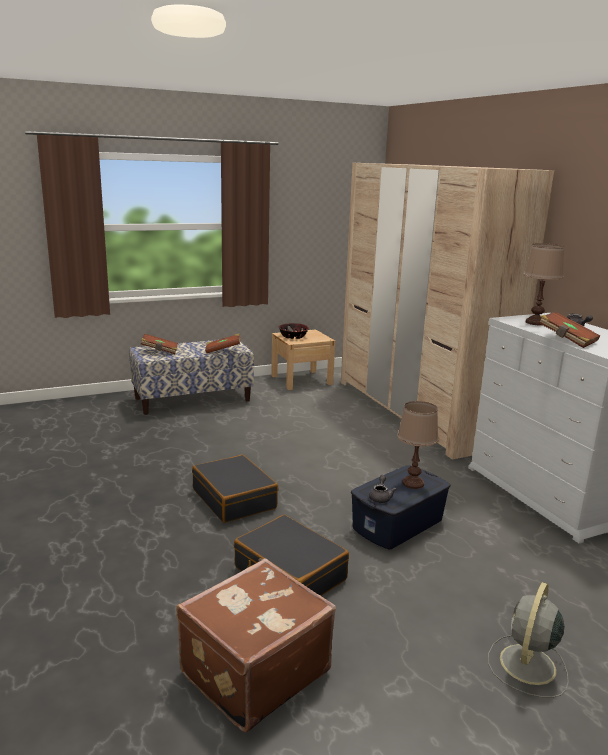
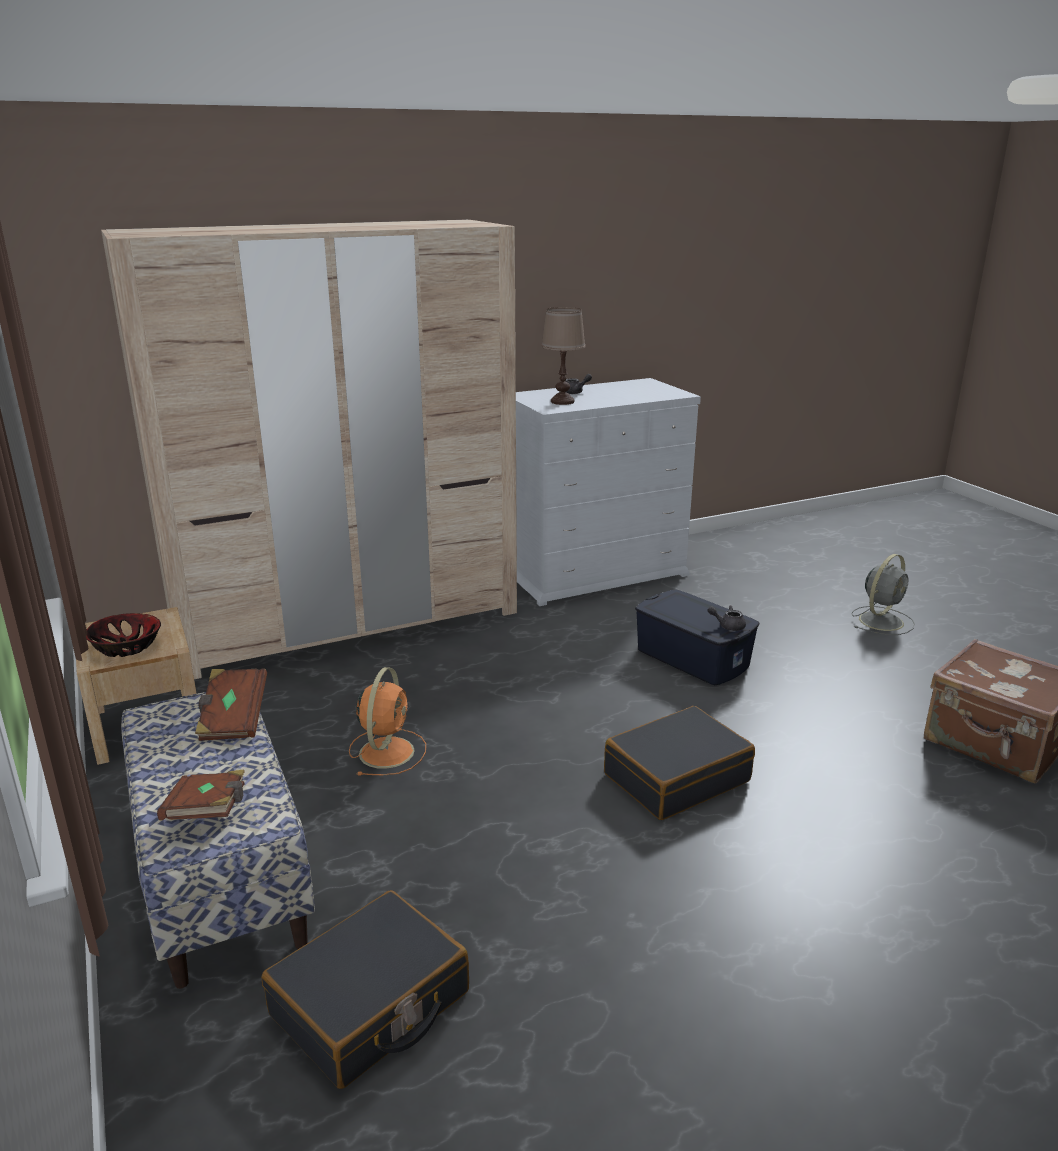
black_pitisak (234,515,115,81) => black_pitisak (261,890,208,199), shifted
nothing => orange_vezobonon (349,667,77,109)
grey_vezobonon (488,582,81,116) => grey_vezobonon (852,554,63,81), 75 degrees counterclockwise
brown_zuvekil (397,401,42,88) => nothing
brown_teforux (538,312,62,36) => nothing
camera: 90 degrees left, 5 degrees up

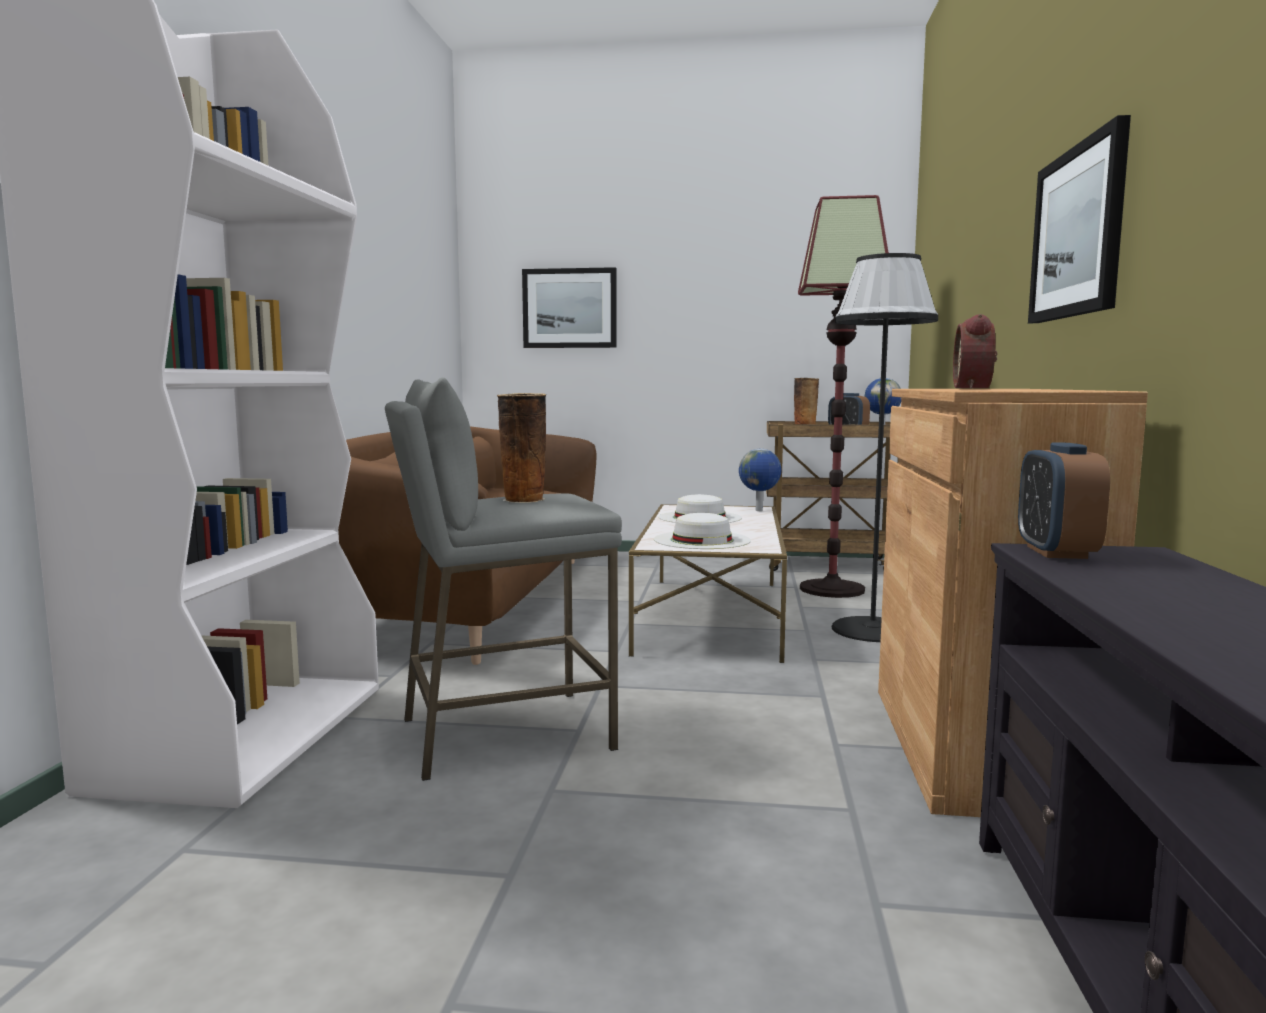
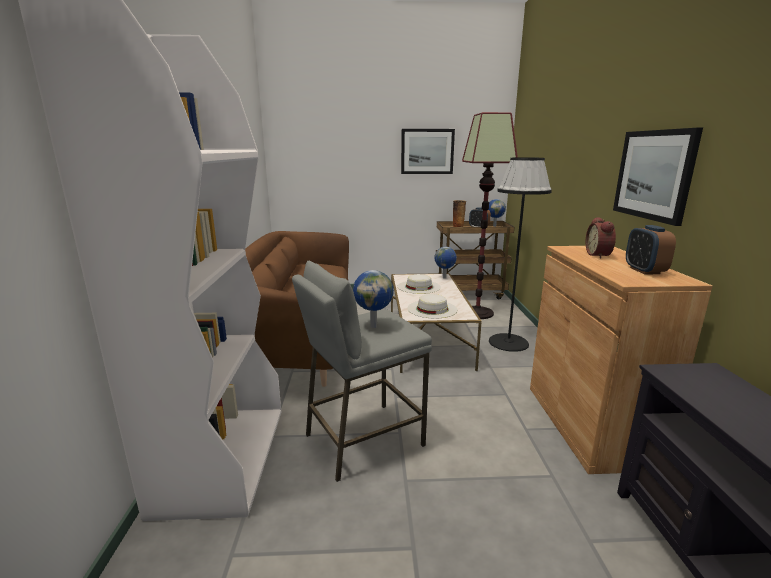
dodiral (497,393,49,110) => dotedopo (353,270,41,58)
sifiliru (522,267,95,81) => sifiliru (401,129,54,45), shifted
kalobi (1018,443,92,116) => kalobi (626,225,50,49), shifted
camera: 10 degrees left, 10 degrees up

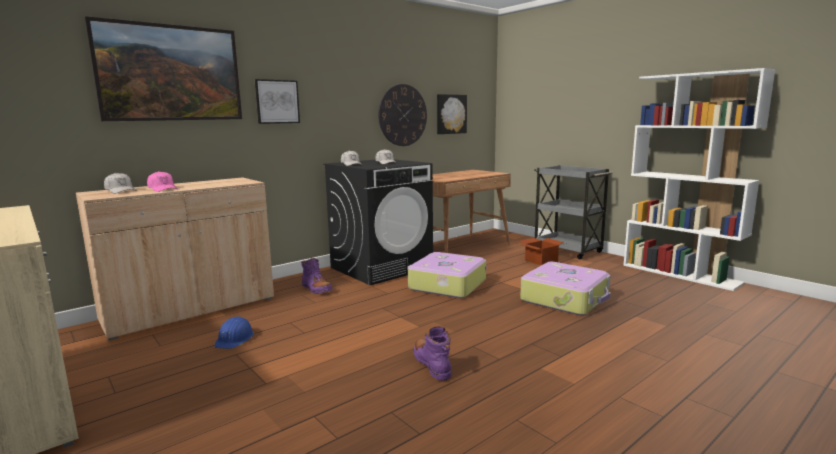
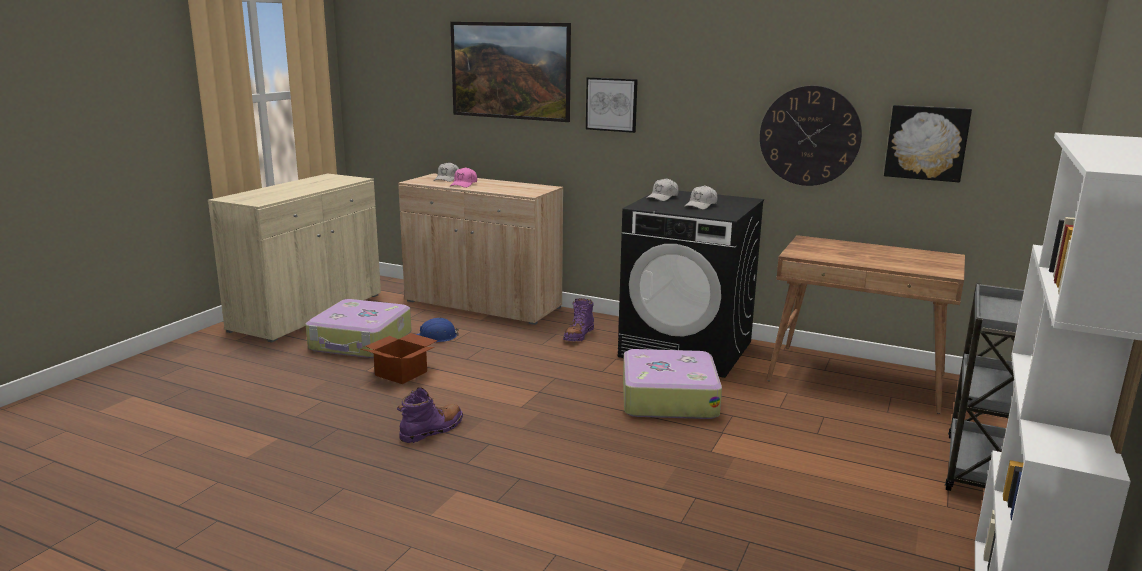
pitisak (520,262,91,53) => pitisak (306,299,105,59), shifted
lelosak (518,238,49,27) => lelosak (361,333,77,51), shifted
camera: 65 degrees right, 5 degrees up

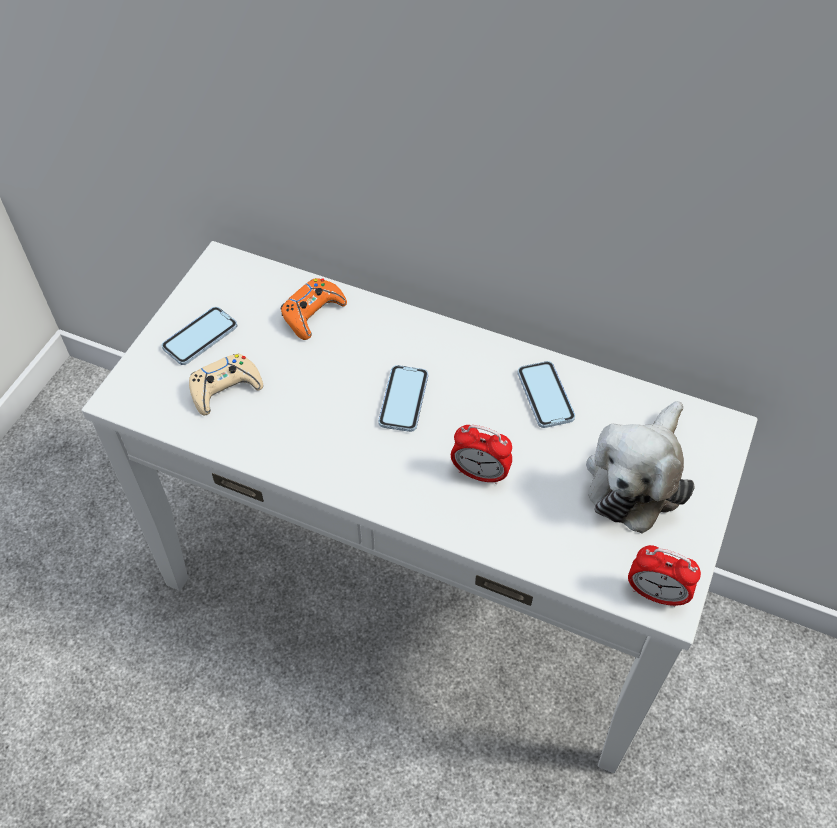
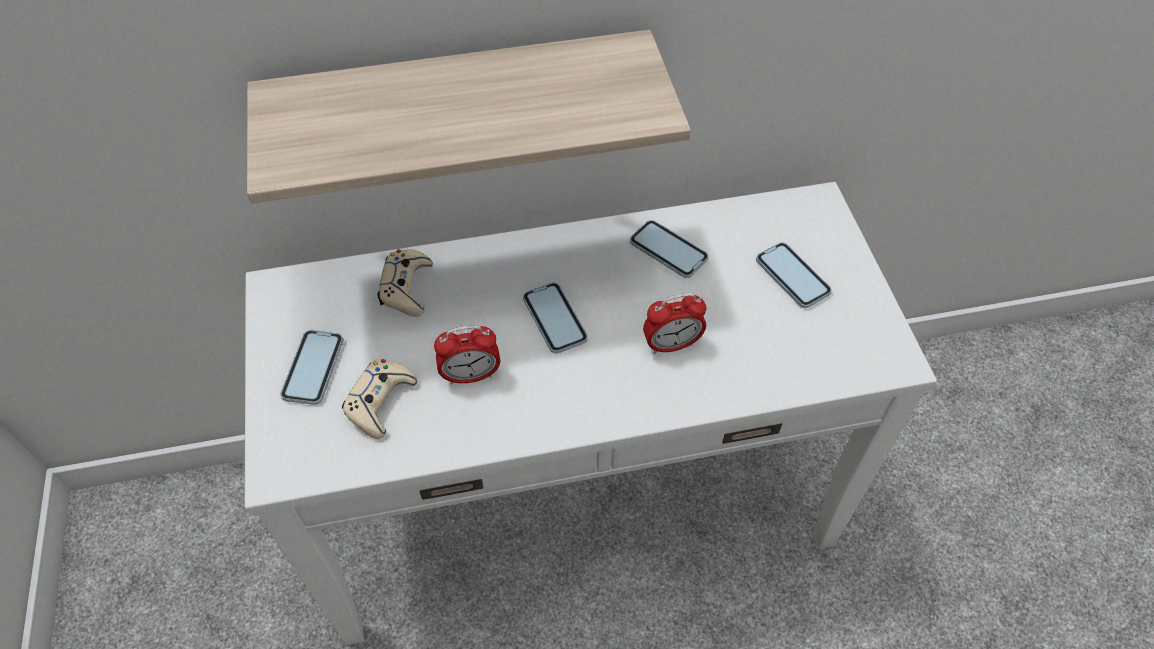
nothing => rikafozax (247,30,444,173)
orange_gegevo (281,278,66,62) => beige_gegevo (378,249,55,68)
kalobi (628,545,73,62) => kalobi (434,326,66,59), shifted
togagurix (586,401,108,132) => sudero (756,242,76,66)
camera: 35 degrees left, 0 degrees up

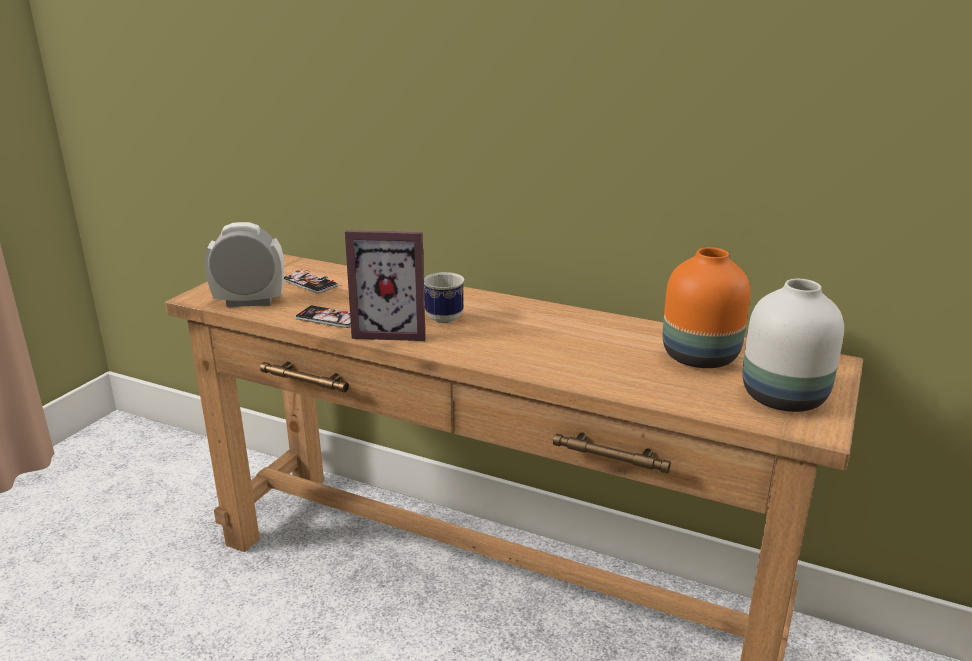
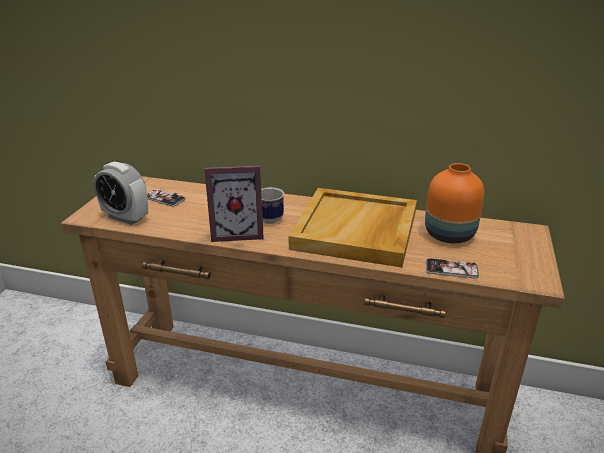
kalobi (204,222,80,85) => kalobi (94,162,54,63), 135 degrees counterclockwise
nothing => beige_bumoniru (289,188,128,80)
sudero (295,305,56,23) => sudero (426,258,53,21), shifted
white_dodiral (743,279,101,133) => nothing
camera: 10 degrees left, 5 degrees up

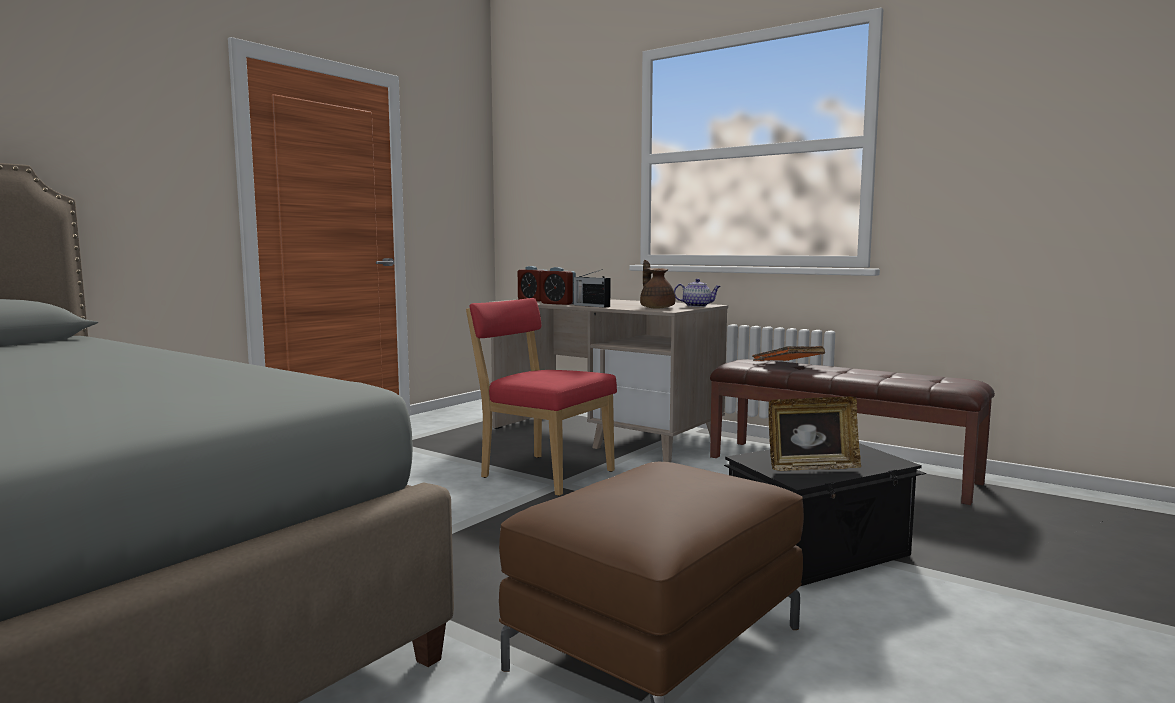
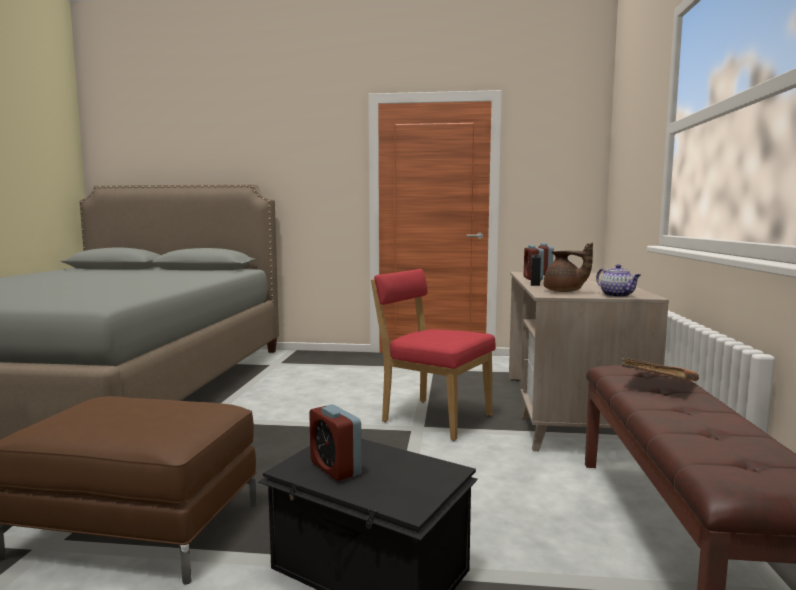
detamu (769,397,92,74) => kalobi (309,404,53,77)
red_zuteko (466,298,151,198) => red_zuteko (371,269,124,172), 60 degrees counterclockwise
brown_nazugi (640,260,35,49) => brown_nazugi (544,242,49,50), 90 degrees clockwise
camera: 60 degrees right, 0 degrees up

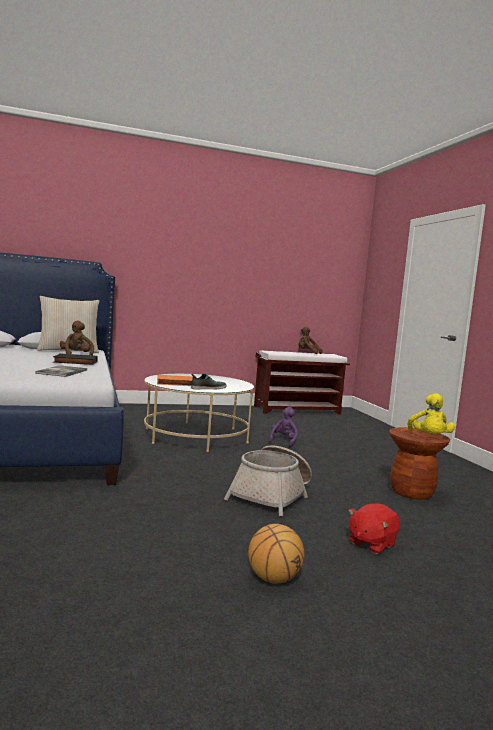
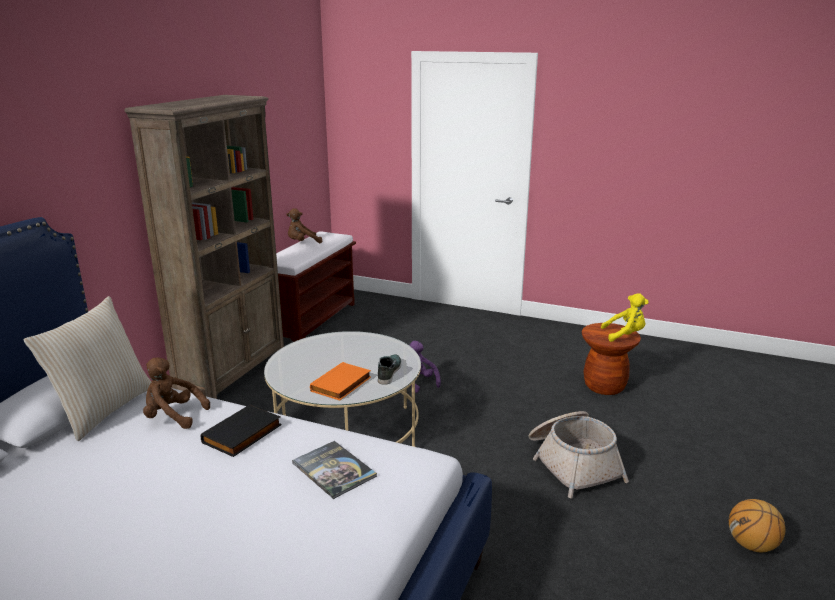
nothing => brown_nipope (124,95,160,304)
yellow_togagurix (407,393,48,41) => yellow_togagurix (601,293,48,49), 45 degrees counterclockwise
red_togagurix (348,504,52,50) => nothing
camera: 50 degrees left, 15 degrees up

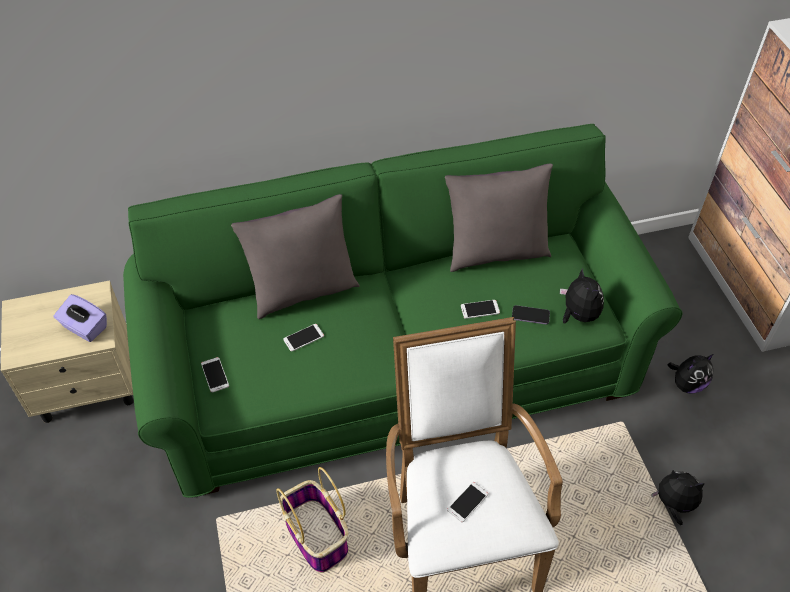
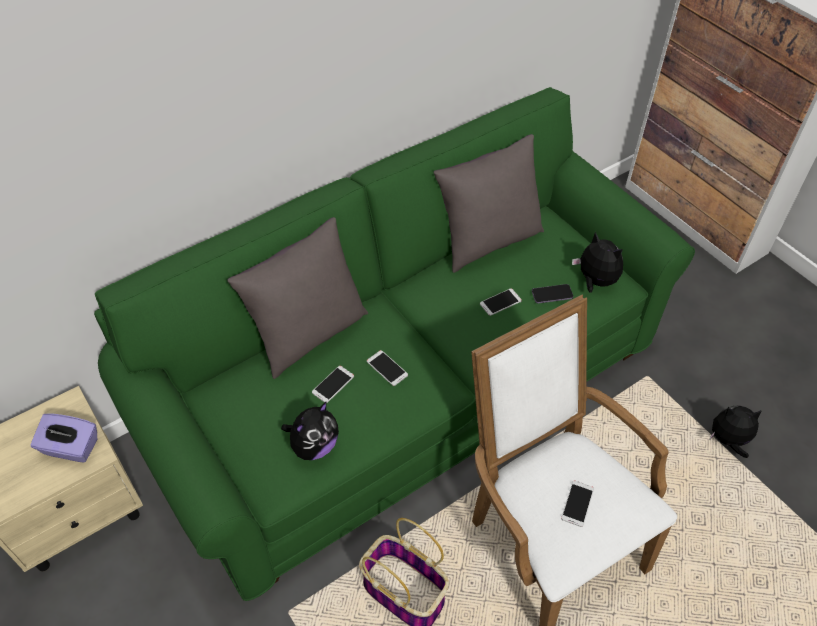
togagurix (667,354,47,39) => togagurix (281,402,58,58), shifted
sudero (201,357,28,36) => sudero (367,350,41,36), shifted
camera: 20 degrees left, 0 degrees up

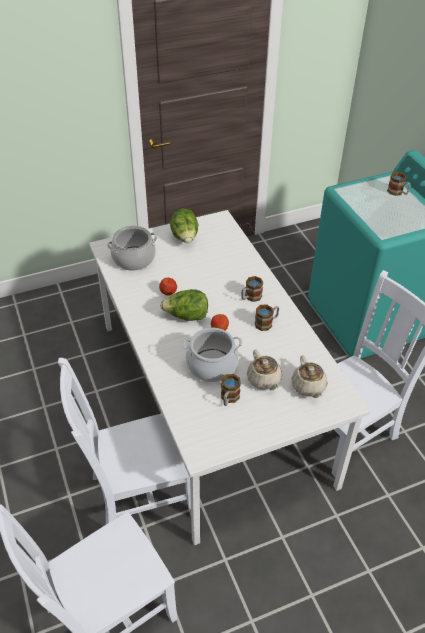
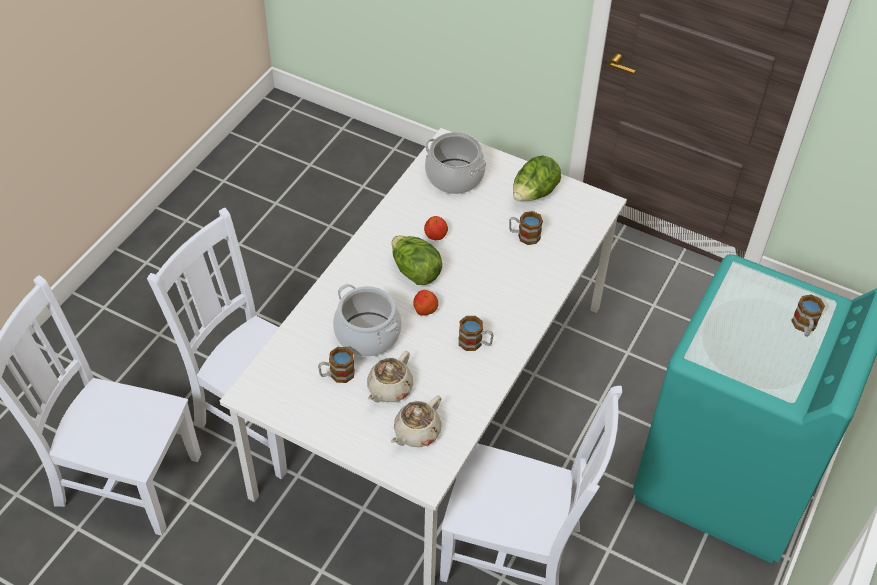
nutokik (241,276,22,26) => nutokik (509,211,34,34), shifted
camera: 50 degrees right, 5 degrees up

